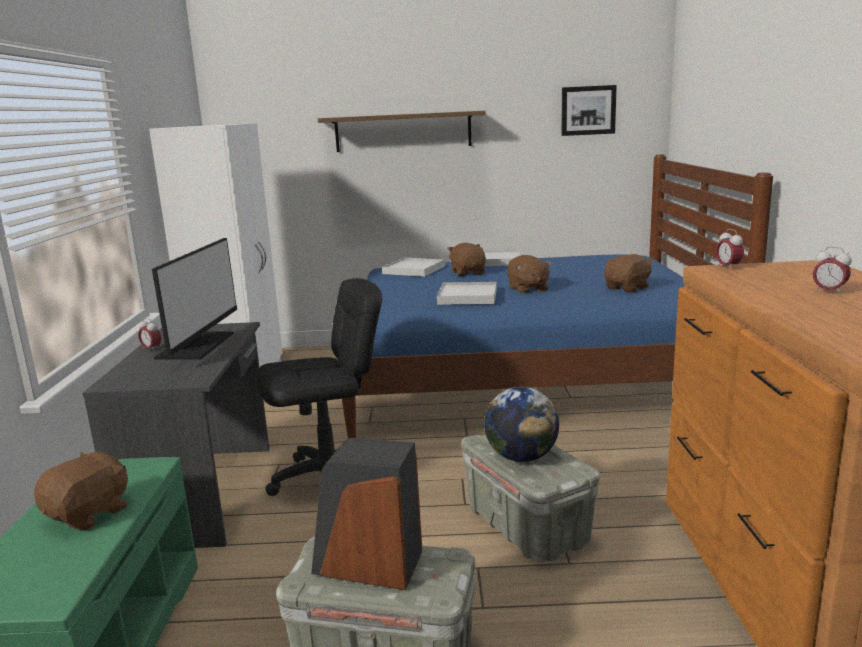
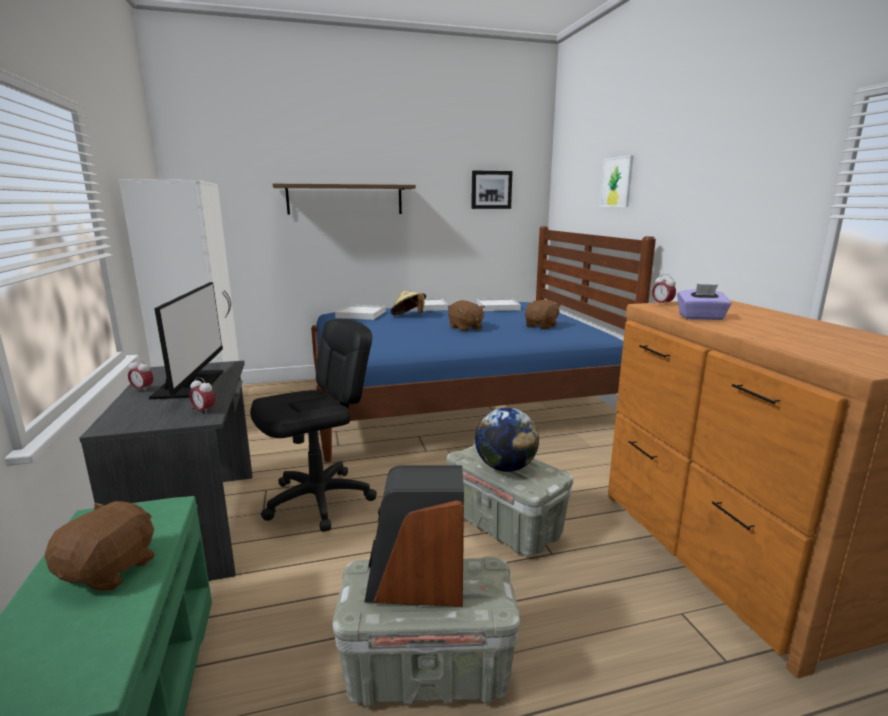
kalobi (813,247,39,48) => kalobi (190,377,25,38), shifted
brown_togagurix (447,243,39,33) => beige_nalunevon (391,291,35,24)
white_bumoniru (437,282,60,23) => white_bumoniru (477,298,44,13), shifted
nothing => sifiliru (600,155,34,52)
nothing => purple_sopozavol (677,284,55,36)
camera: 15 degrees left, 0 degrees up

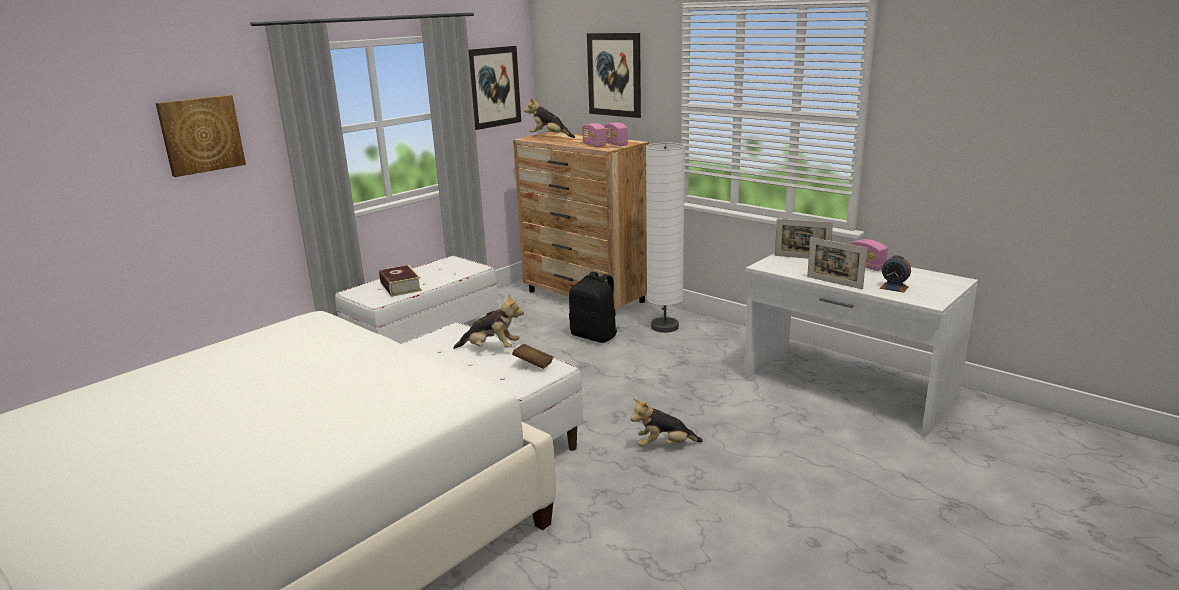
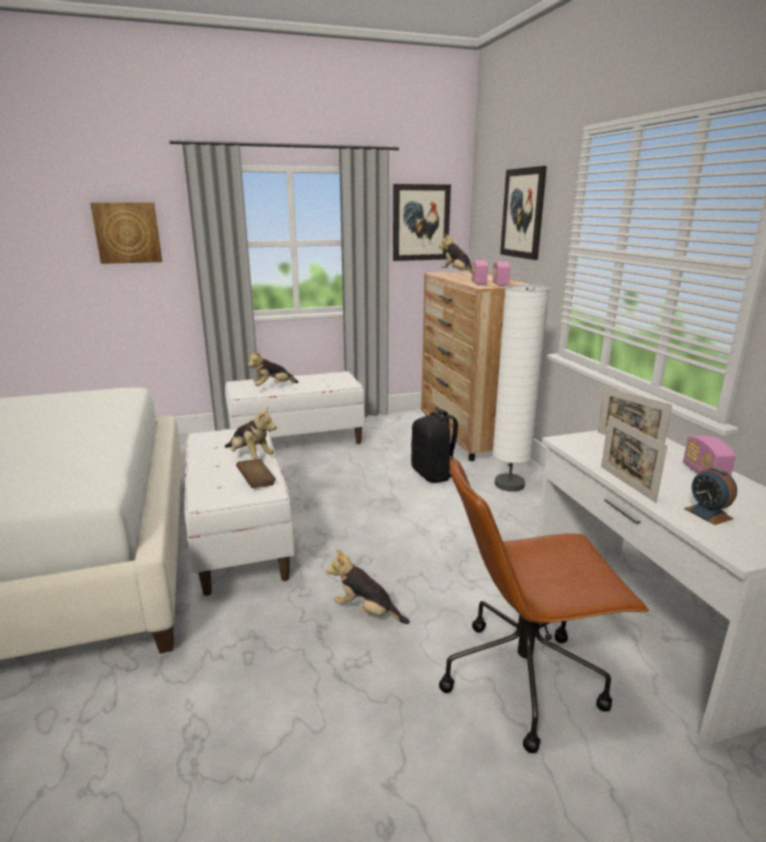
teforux (379,265,43,32) => togagurix (248,351,51,35)
nothing => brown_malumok (439,457,210,296)
camera: 30 degrees right, 0 degrees up

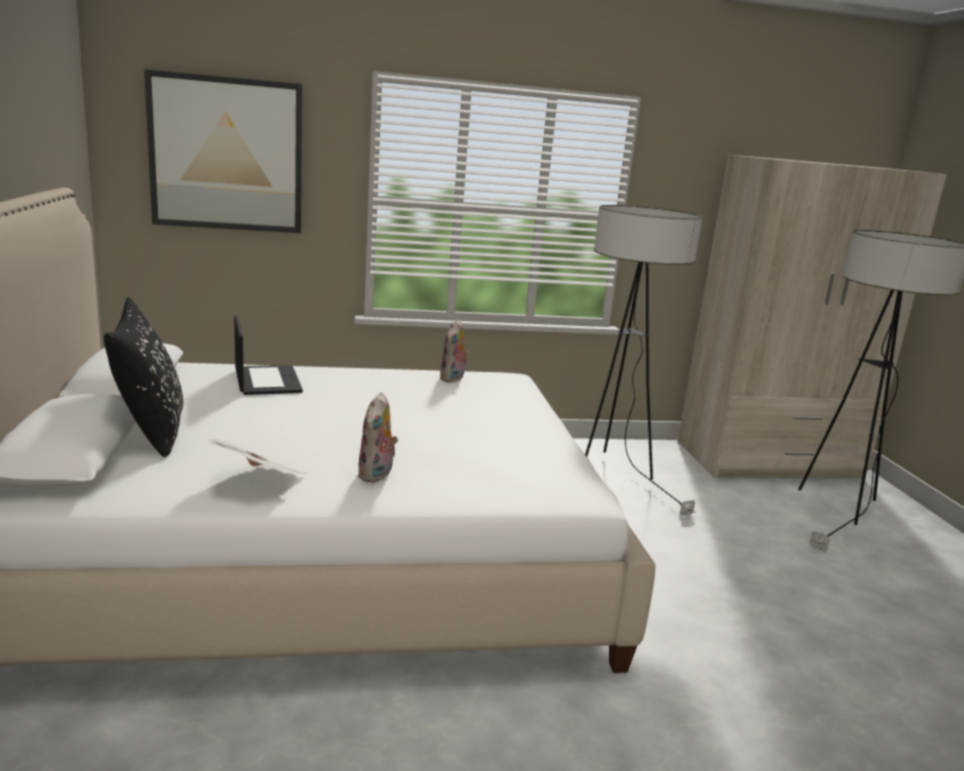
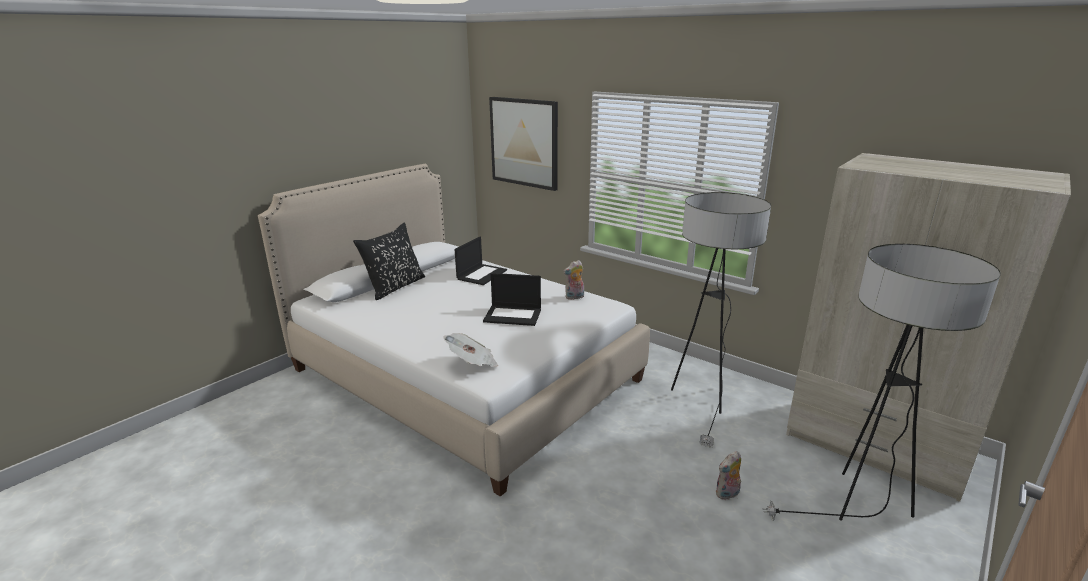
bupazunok (207,439,100,37) => bupazunok (443,333,55,34), shifted
nothing => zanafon (483,273,58,53)
togagurix (358,392,40,91) => togagurix (716,451,25,49), shifted
camera: 50 degrees right, 5 degrees up

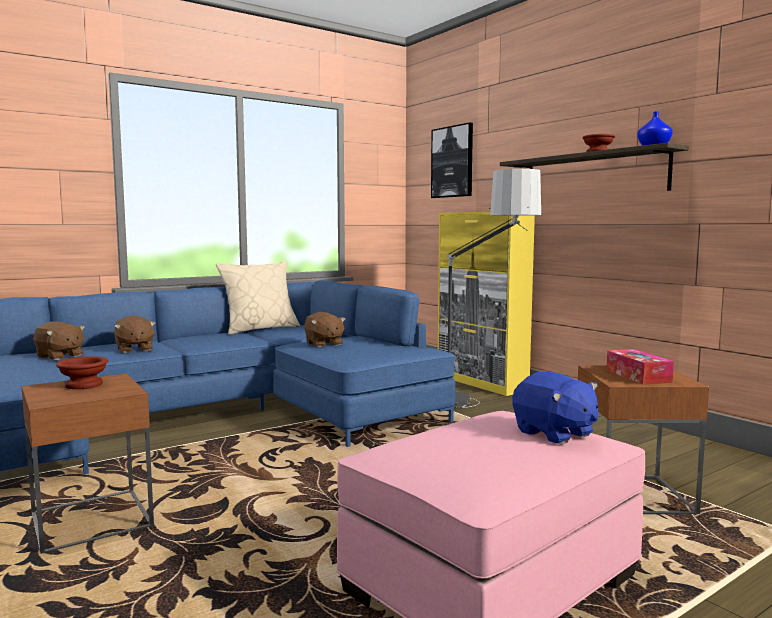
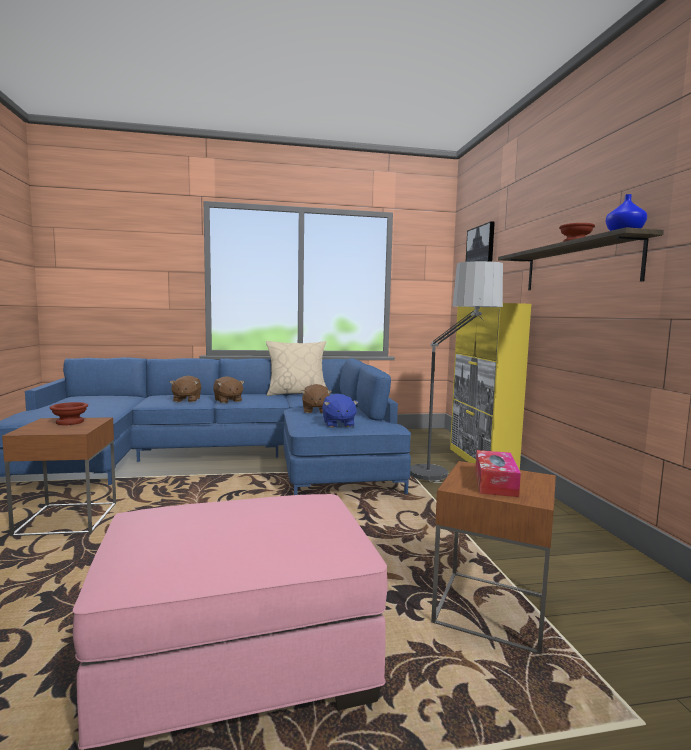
brown_togagurix (33,321,52,39) => brown_togagurix (213,376,31,27), shifted
blue_togagurix (512,371,86,73) => blue_togagurix (322,394,37,34), shifted
camera: 25 degrees right, 0 degrees up

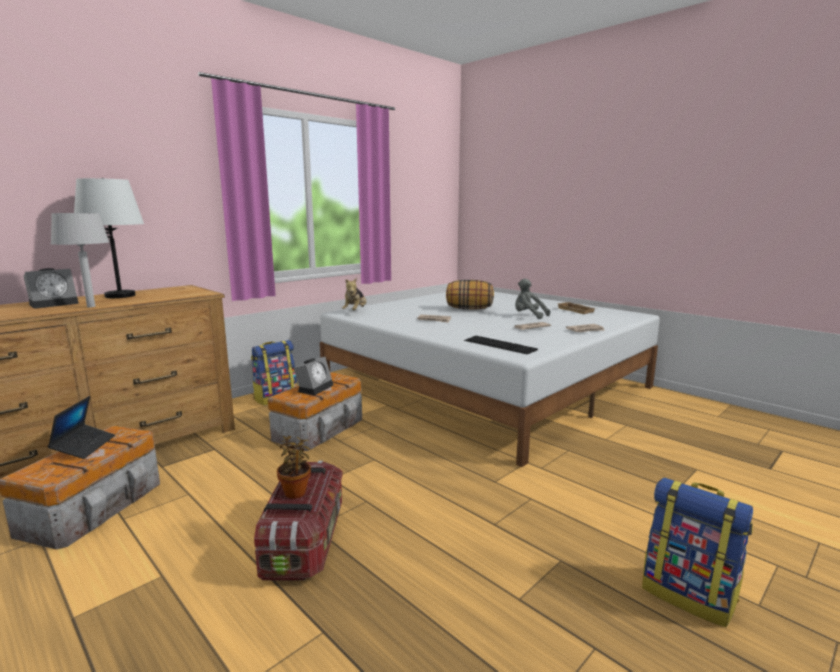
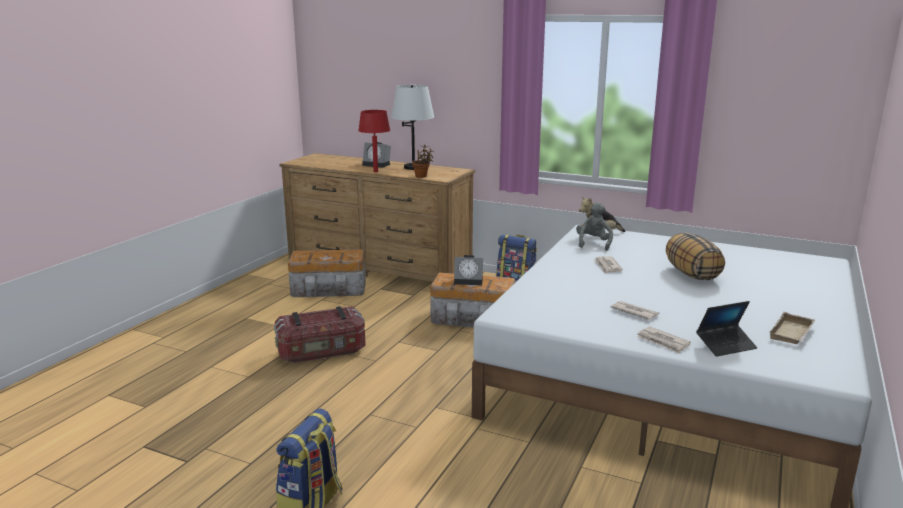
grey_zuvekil (51,213,58,94) => red_zuvekil (358,110,32,62)
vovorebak (277,436,34,63) => vovorebak (412,145,23,33), shifted
grey_togagurix (515,278,35,41) => grey_togagurix (576,202,37,49), shifted
zanafon (48,396,67,63) => zanafon (696,301,61,56), shifted
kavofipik (464,336,74,18) => nothing
camera: 70 degrees right, 5 degrees up

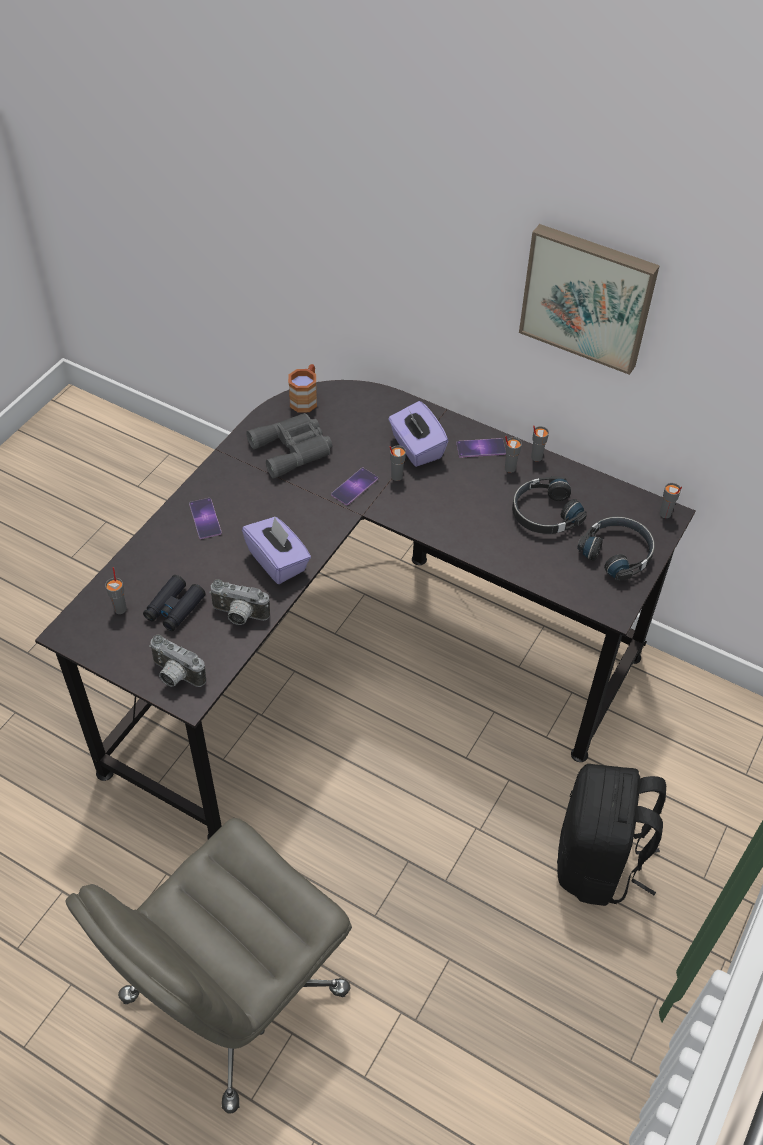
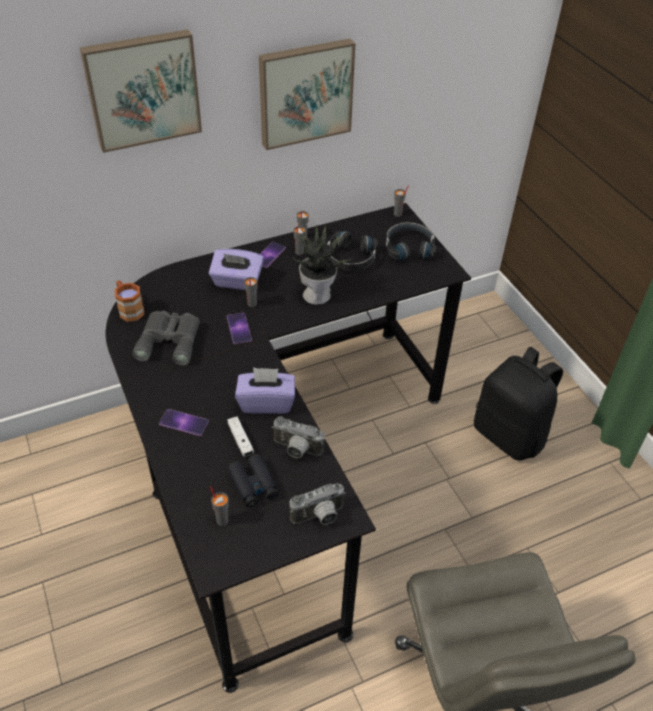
nothing => sifiliru (80,29,122,124)
nothing => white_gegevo (227,416,27,41)
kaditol (209,579,61,46) => kaditol (272,416,53,42), 60 degrees clockwise
nothing => vovorebak (293,225,59,80)
camera: 55 degrees left, 5 degrees down

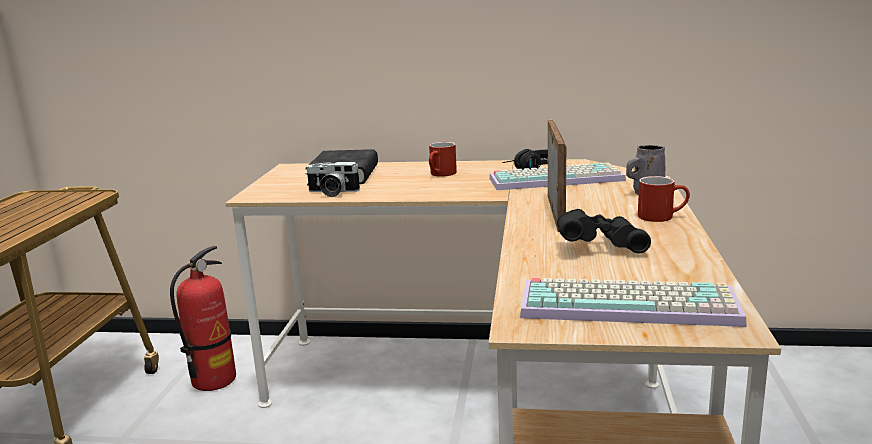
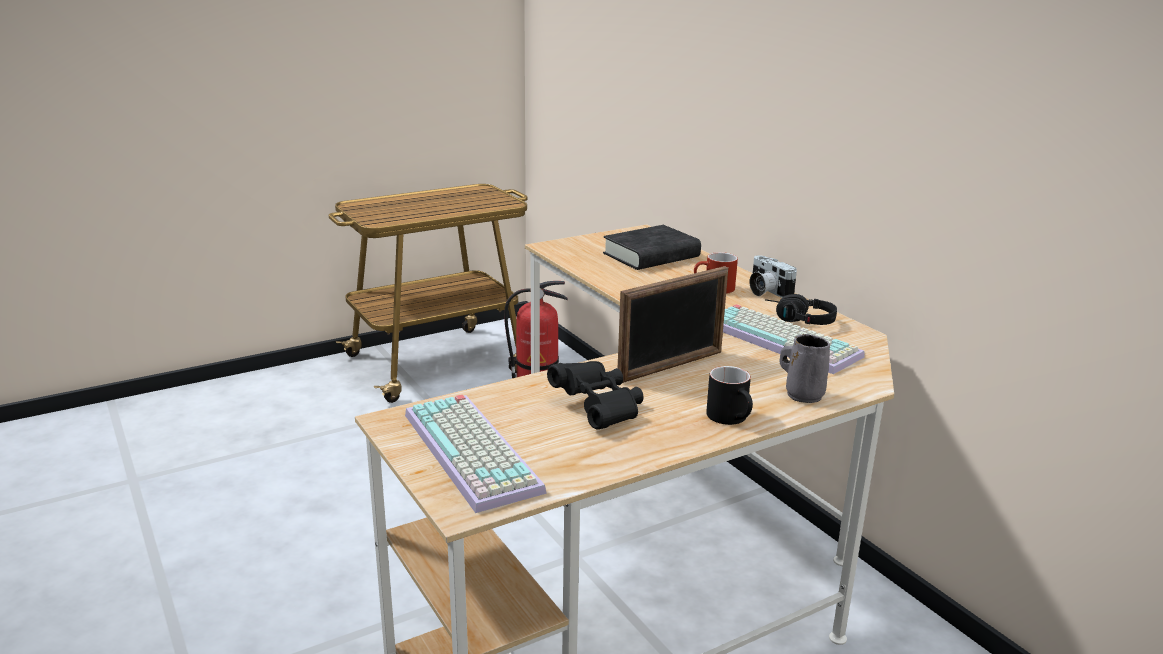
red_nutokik (638,176,52,46) => black_nutokik (706,366,47,59)
kaditol (306,162,54,35) => kaditol (750,255,47,43), shifted
camera: 50 degrees right, 5 degrees up

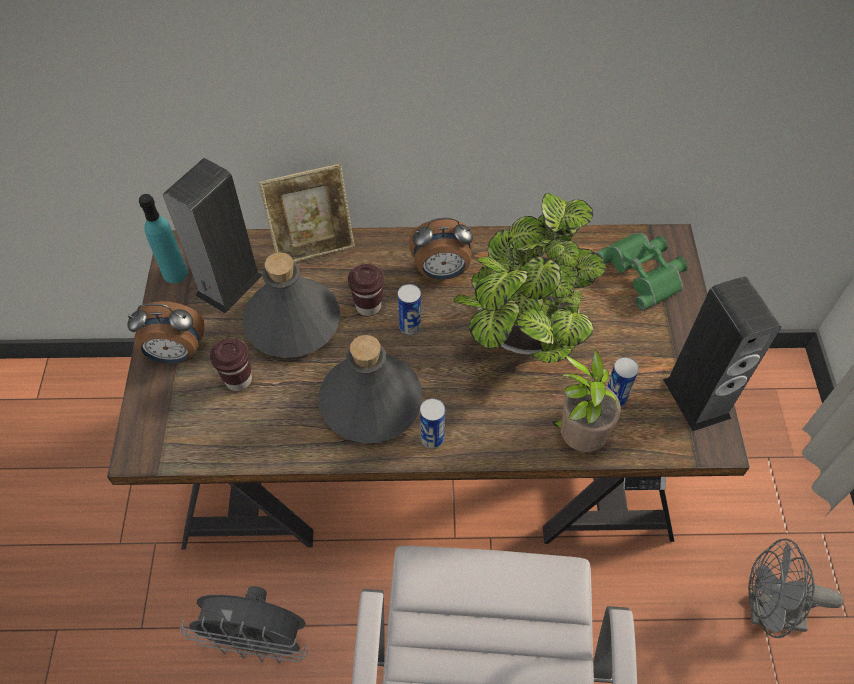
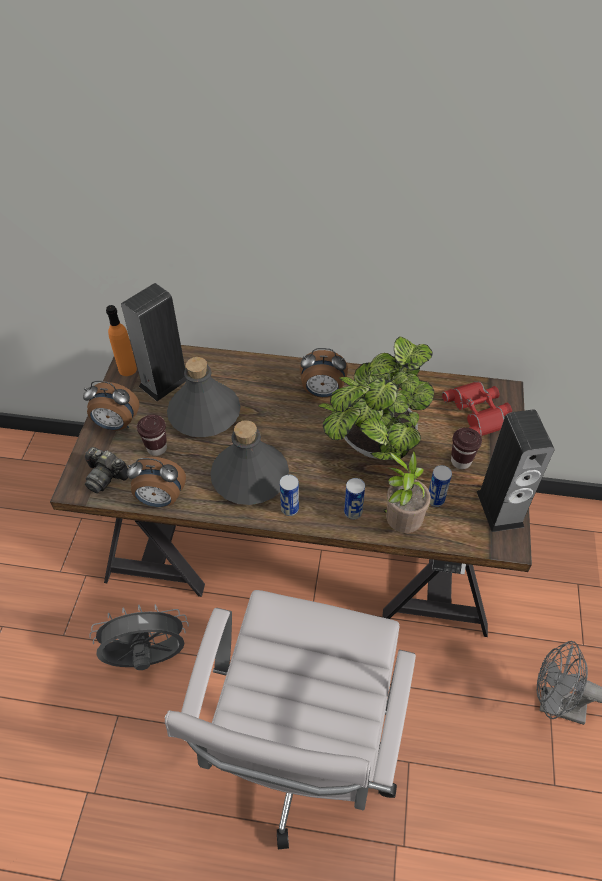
nothing => kaditol (85,447,43,46)
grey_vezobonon (180,586,128,78) => grey_vezobonon (89,604,100,66), 150 degrees clockwise
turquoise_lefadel (139,194,49,89) => orange_lefadel (106,305,31,71)
nothing => kalobi (127,457,59,50)
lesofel (398,284,23,51) => lesofel (344,478,21,41), shifted
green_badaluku (596,233,92,77) => red_badaluku (442,382,70,54)
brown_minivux (348,264,36,52) => brown_minivux (451,428,31,41), shifted
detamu (259,164,96,98) => nothing
camera: 10 degrees right, 5 degrees down

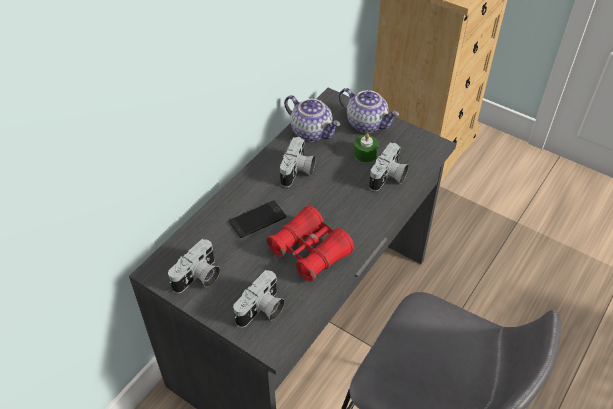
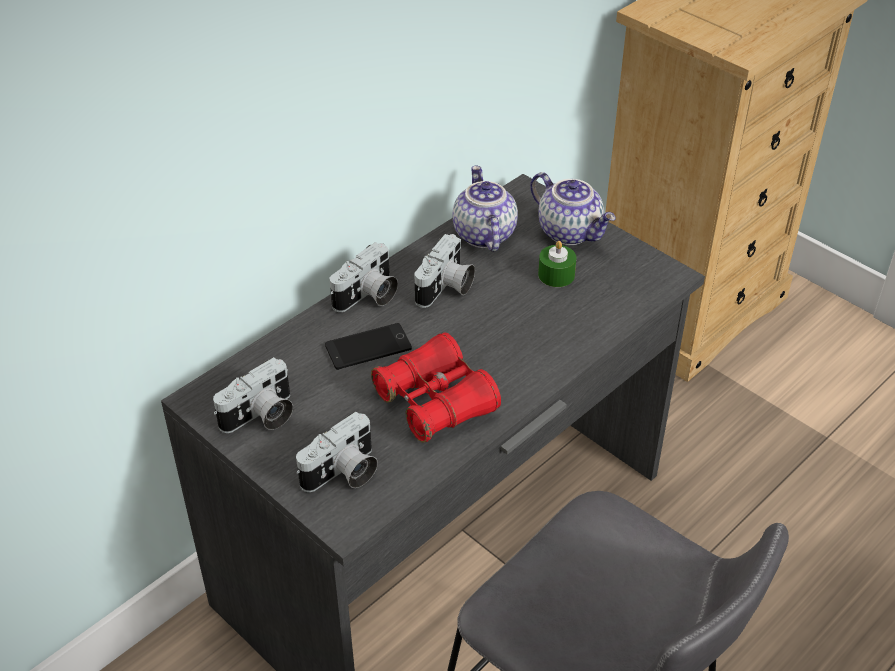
kaditol (369,143,40,48) => kaditol (330,242,68,70), shifted
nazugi (284,95,56,47) => nazugi (452,166,66,86), 150 degrees counterclockwise
camera: 10 degrees right, 5 degrees down

